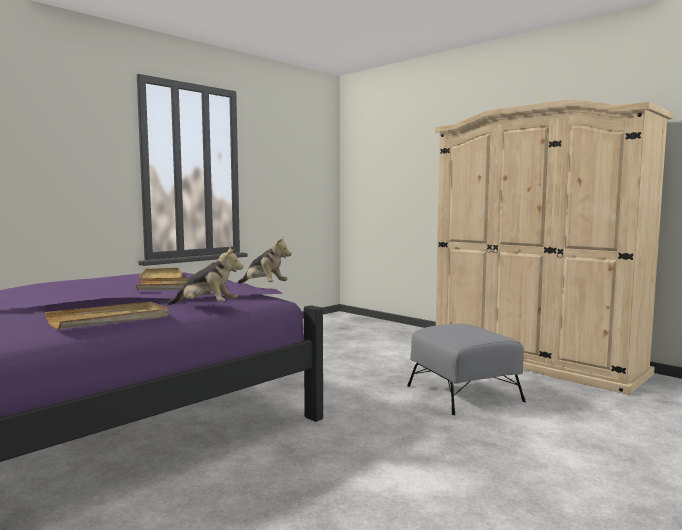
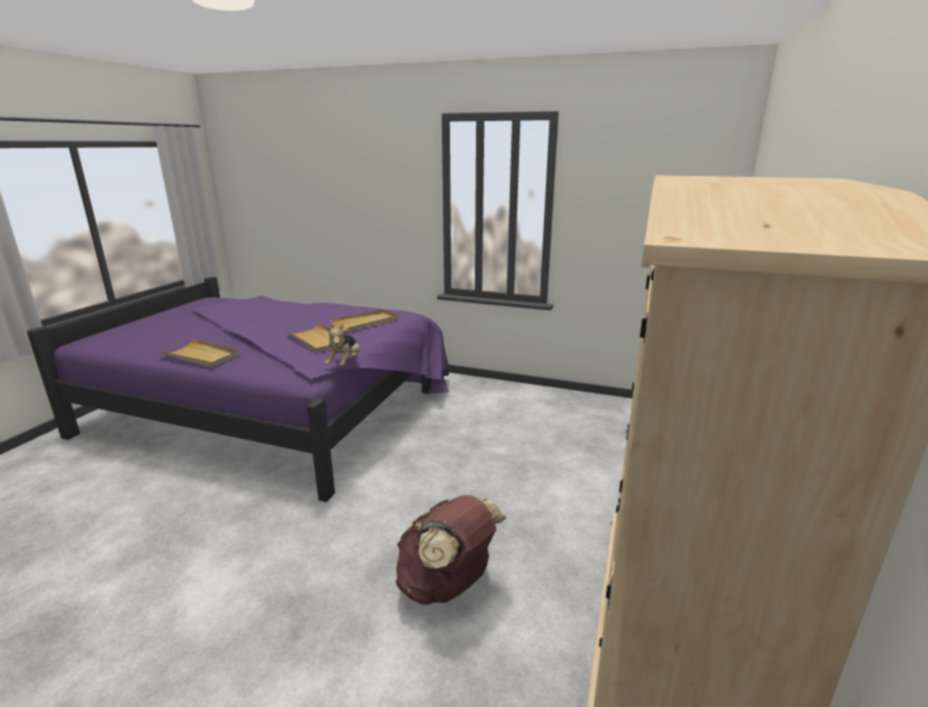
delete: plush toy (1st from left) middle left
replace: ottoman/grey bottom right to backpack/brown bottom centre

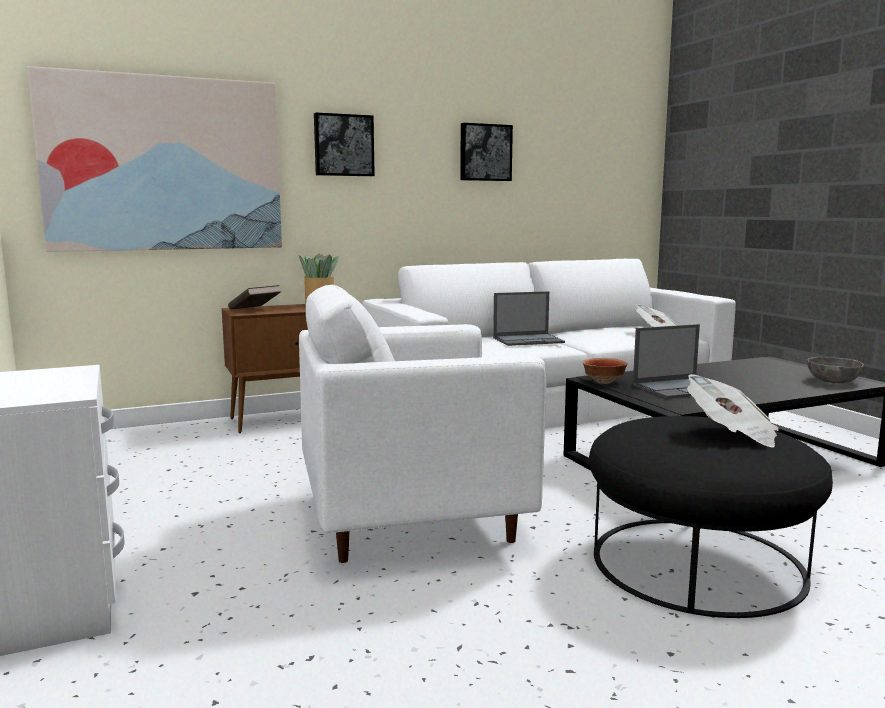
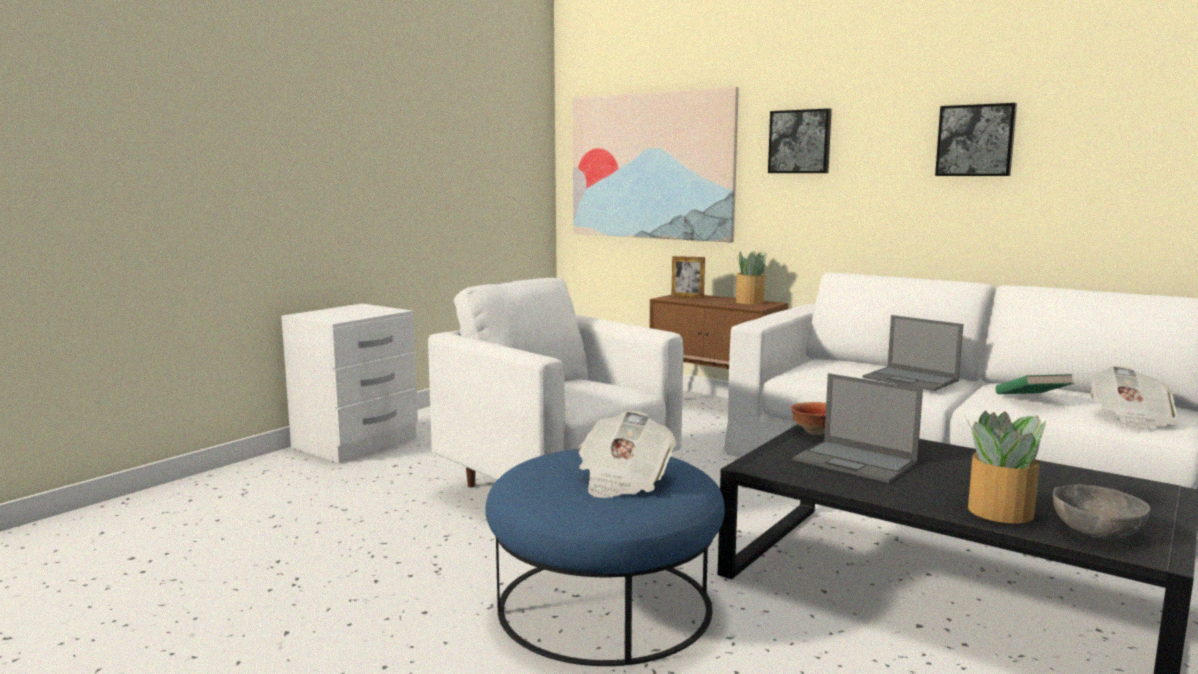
insert: book/green middle right; potted plant (2nd from left) bottom right
replace: book/brown middle left to picture frame centre
recolor: ottoman/black bottom right to ottoman/blue bottom centre

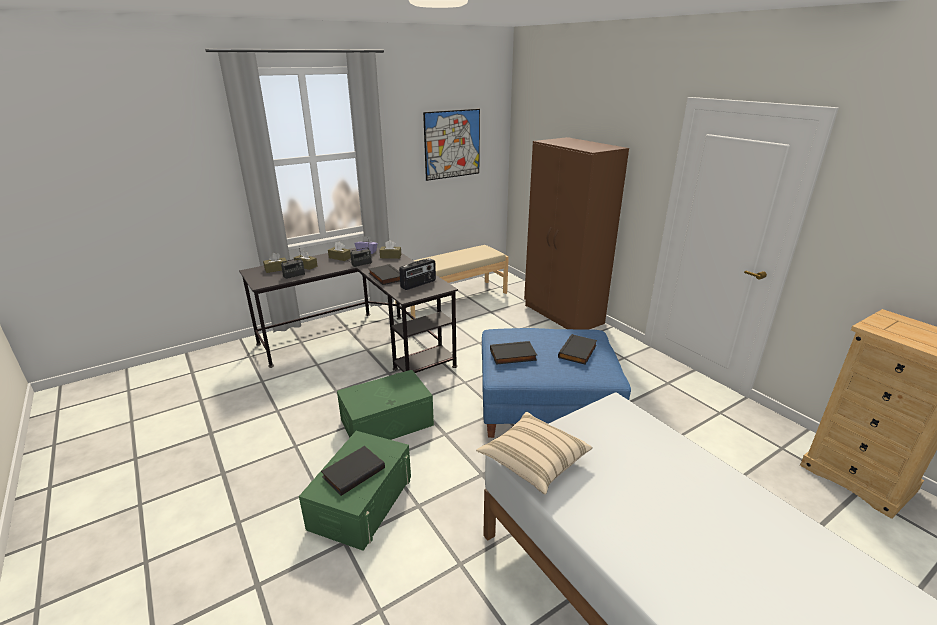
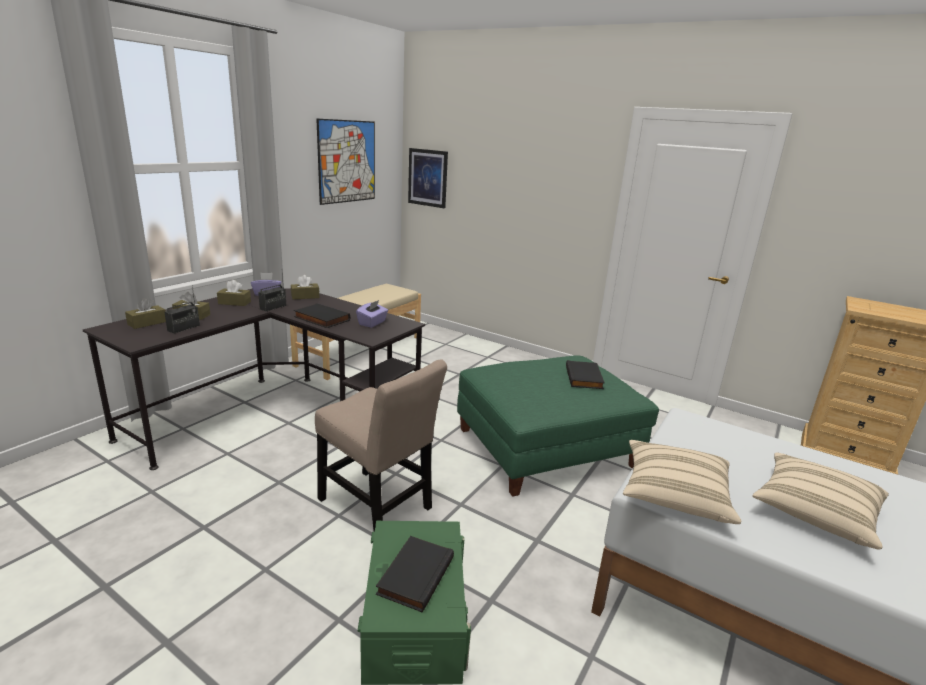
delete: wardrobe/brown centre; book/black (3rd from left) centre
insert: picture (2nd from left) top centre; pillow/beige (2nd from left) bottom right
replace: radio (3rd from left) centre to tissue box/purple (2nd from left) centre; storage box/green (2nd from left) centre to chair/beige centre
recolor: ottoman/blue centre to ottoman/green centre

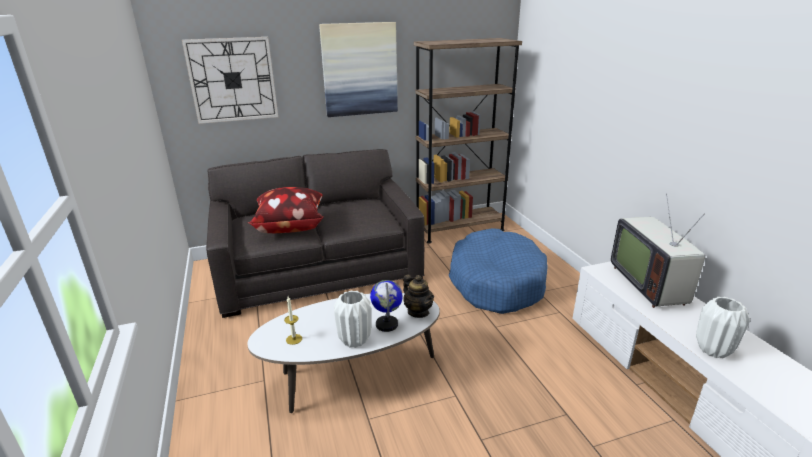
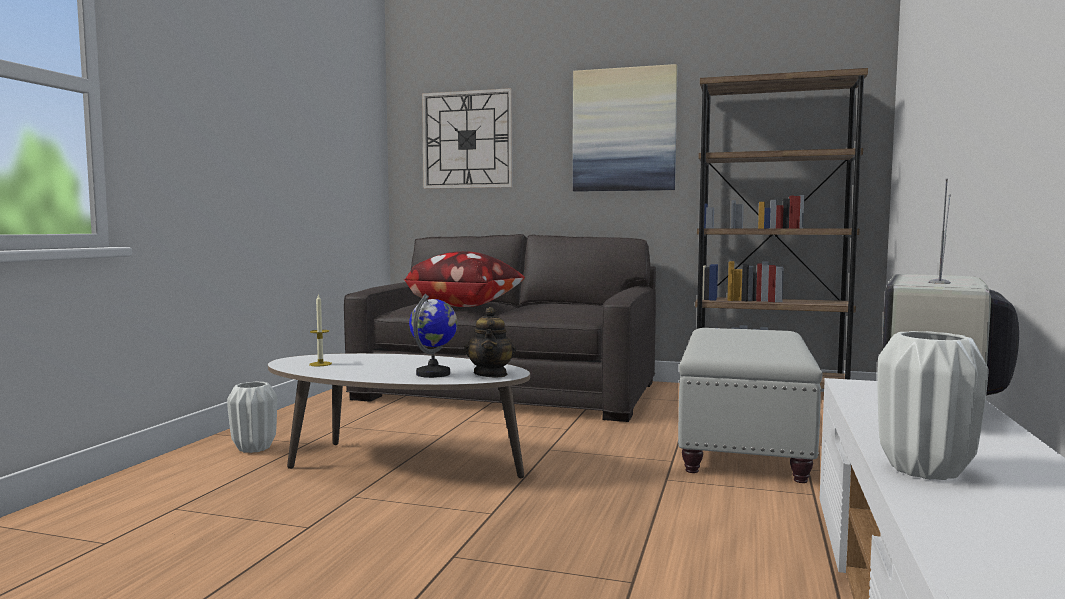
move: vase/white (1st from left) bottom centre to bottom left
replace: dog bed/blue centre to ottoman/white bottom right

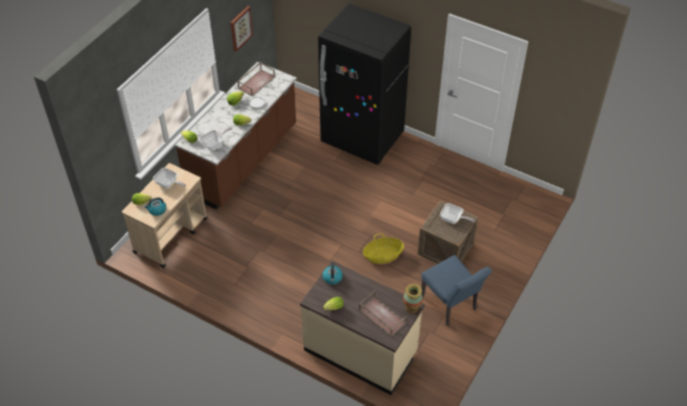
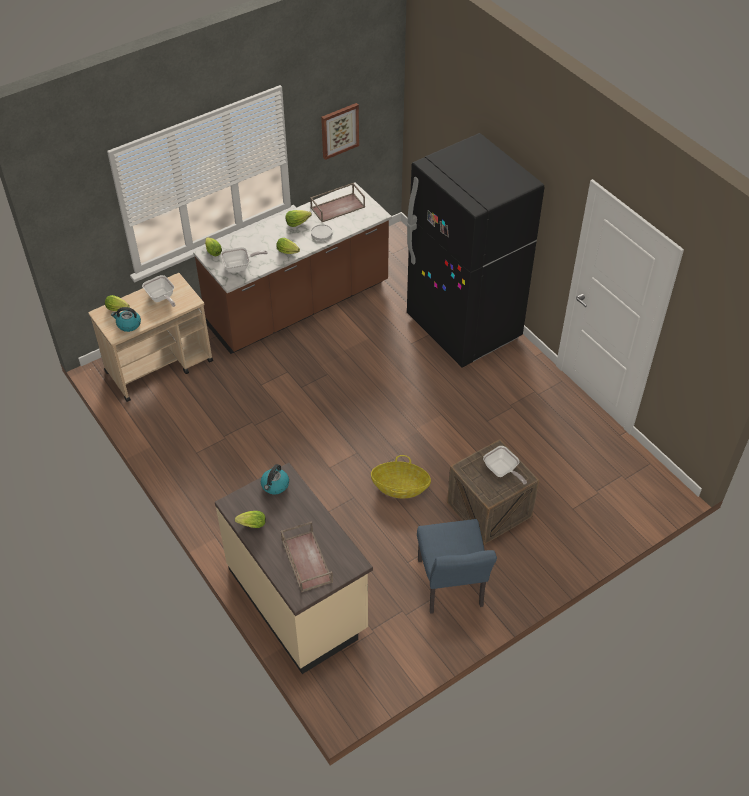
delete: vase bottom centre

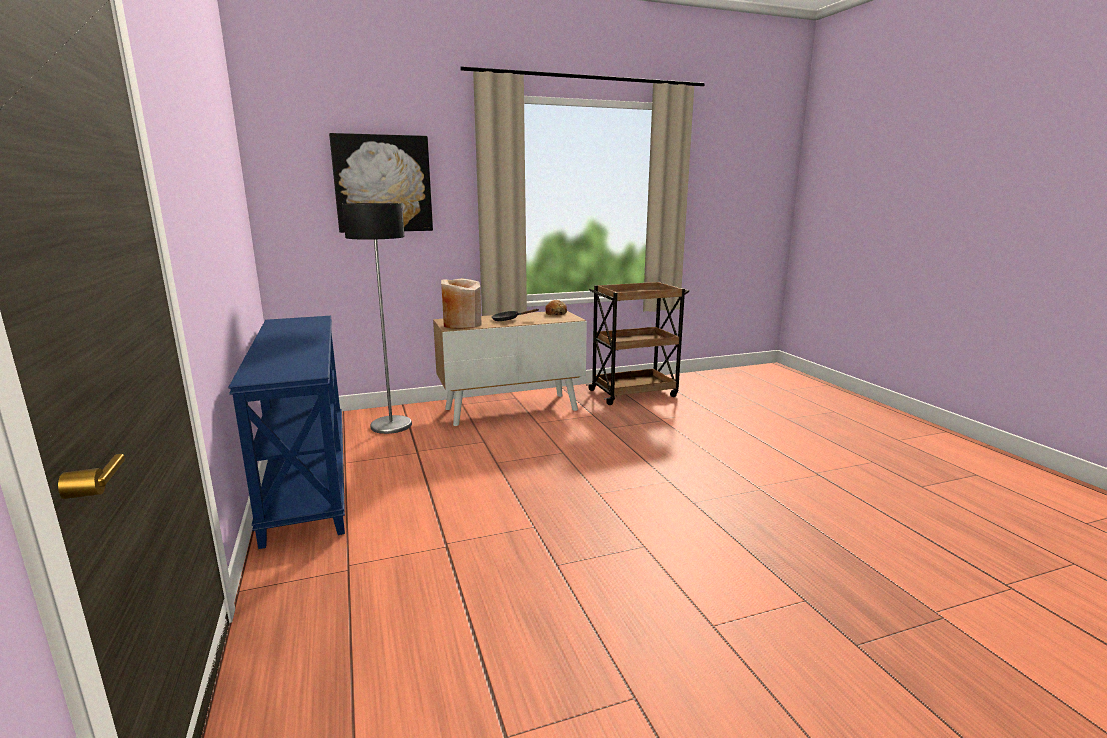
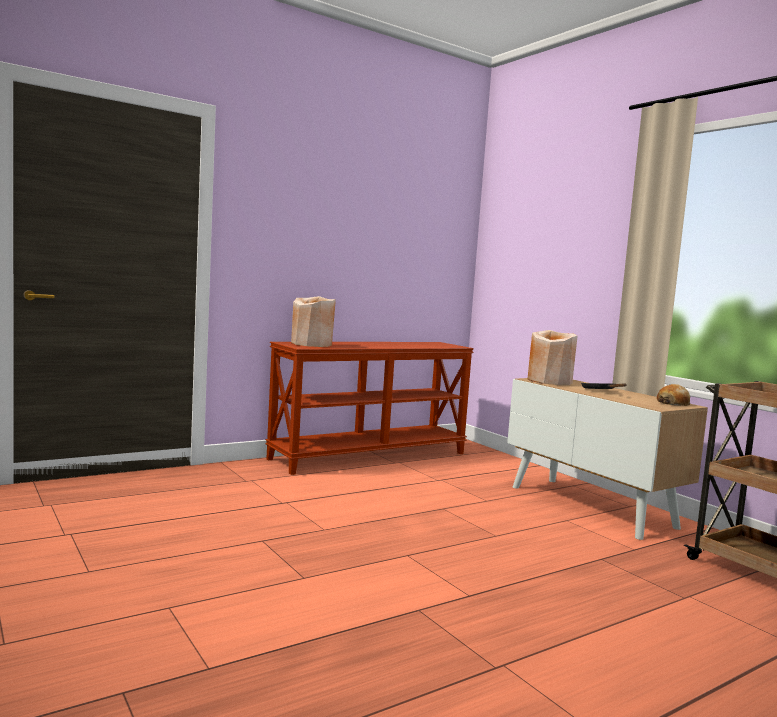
delete: picture top centre; floor lamp centre
insert: vase/beige (1st from left) centre
recolor: console table/blue middle left to console table/brown centre

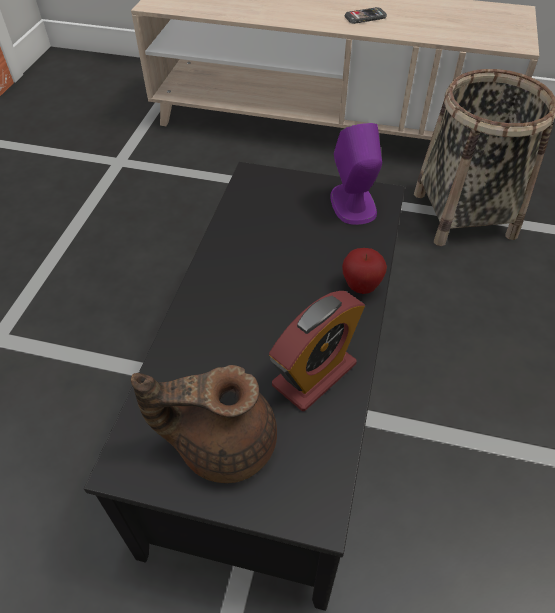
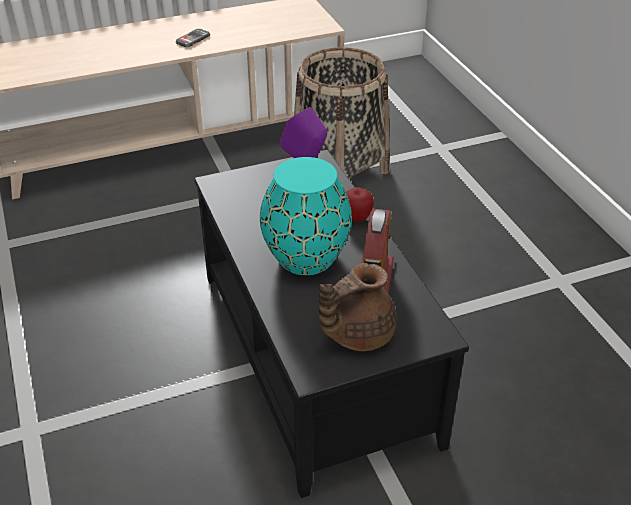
insert: vase/turquoise centre

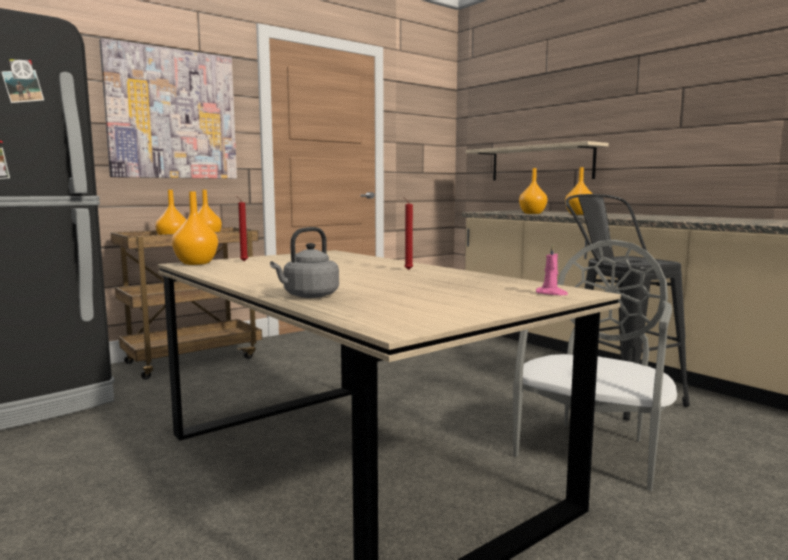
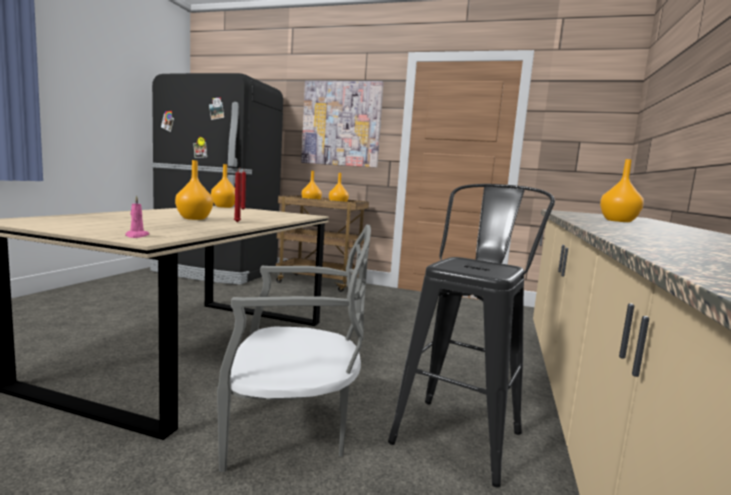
delete: shelf/beige top right; kettle/grey centre
move: vase/orange (4th from left in the first image) middle right to vase/orange (1st from left) middle left

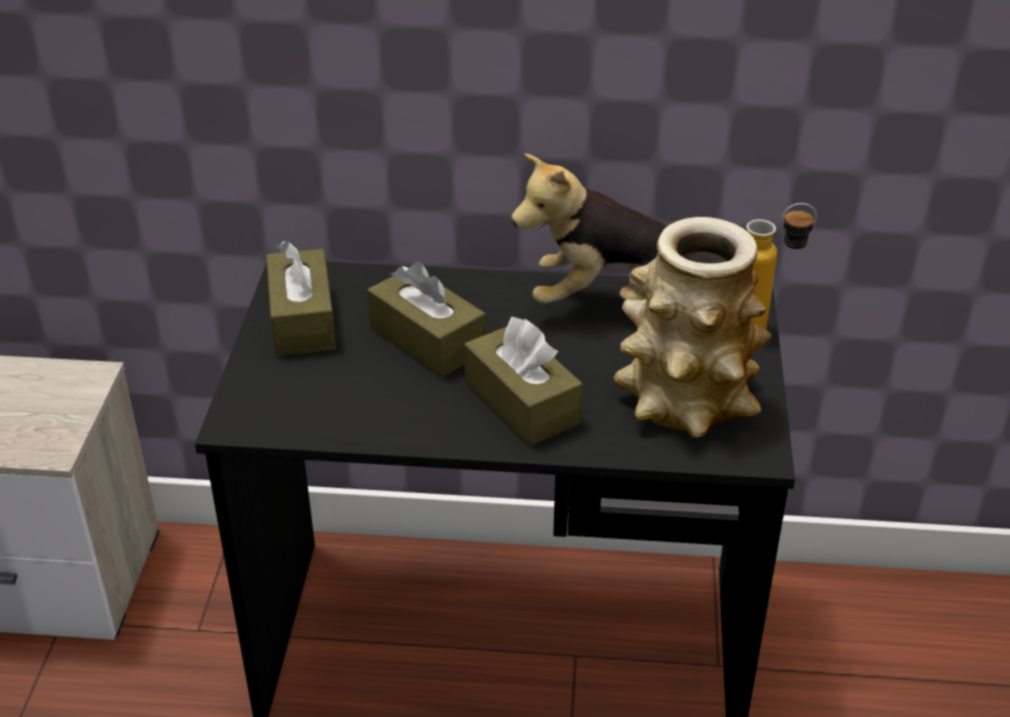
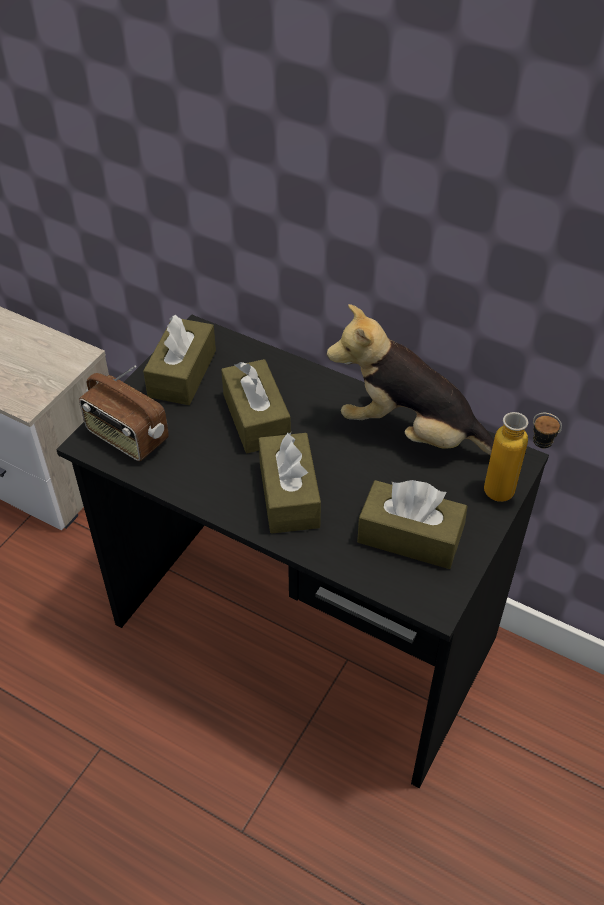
insert: radio middle left
replace: vase middle right to tissue box/brown (4th from left) middle right

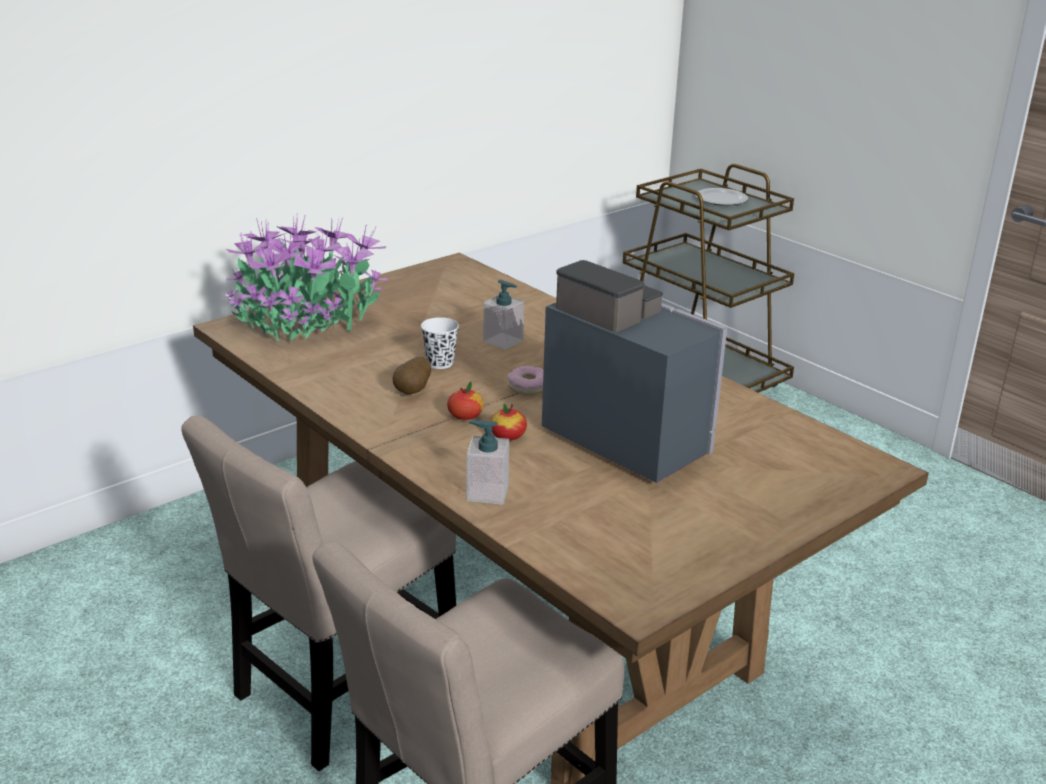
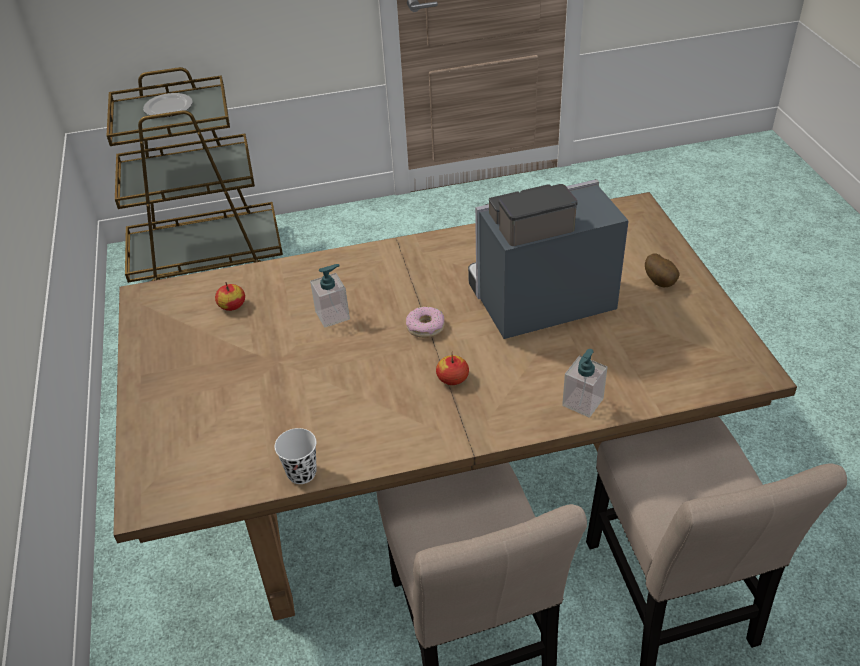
delete: potted plant middle left
move: cup/white centre to bottom centre; potato centre to middle right; apple (2nd from left in the first image) centre to apple (1st from left) middle left

